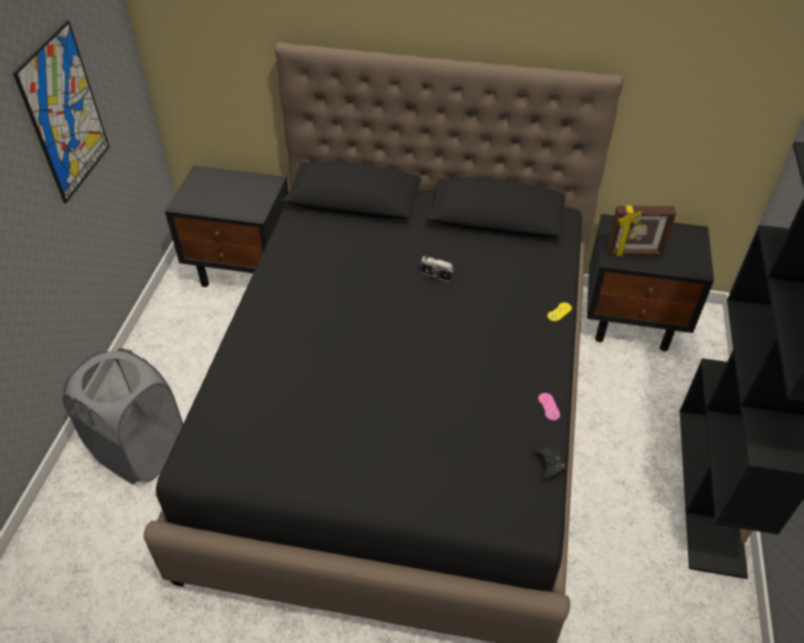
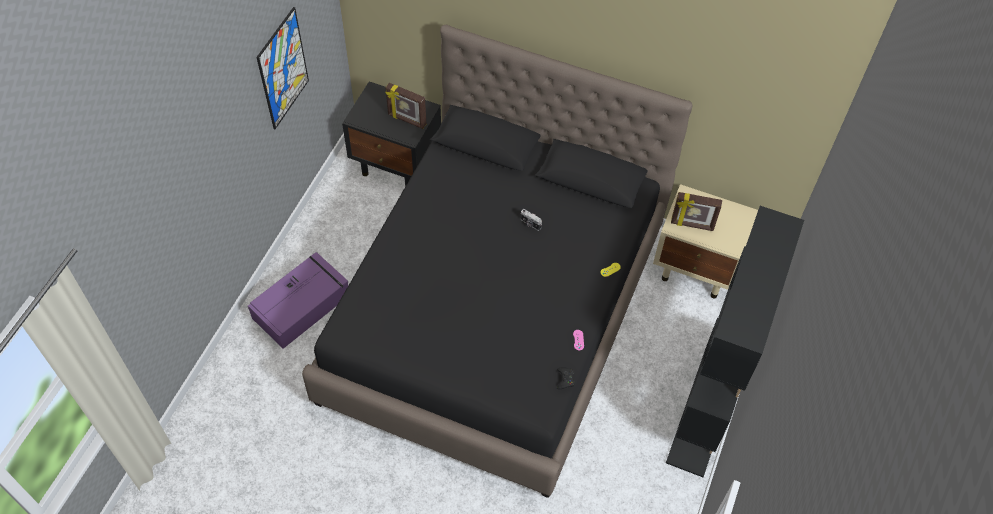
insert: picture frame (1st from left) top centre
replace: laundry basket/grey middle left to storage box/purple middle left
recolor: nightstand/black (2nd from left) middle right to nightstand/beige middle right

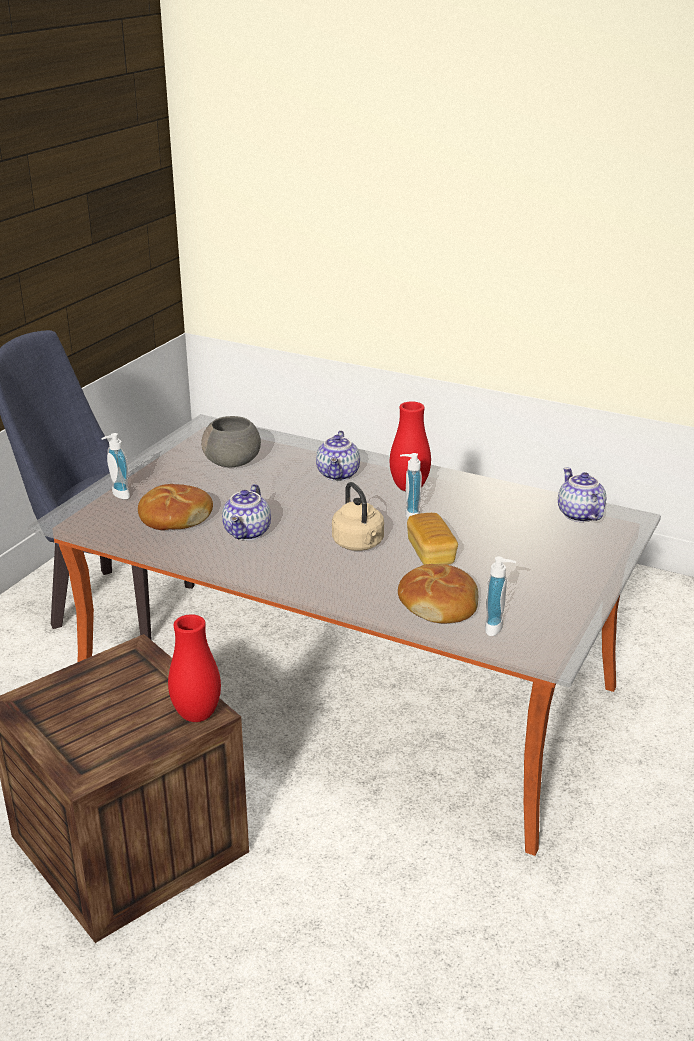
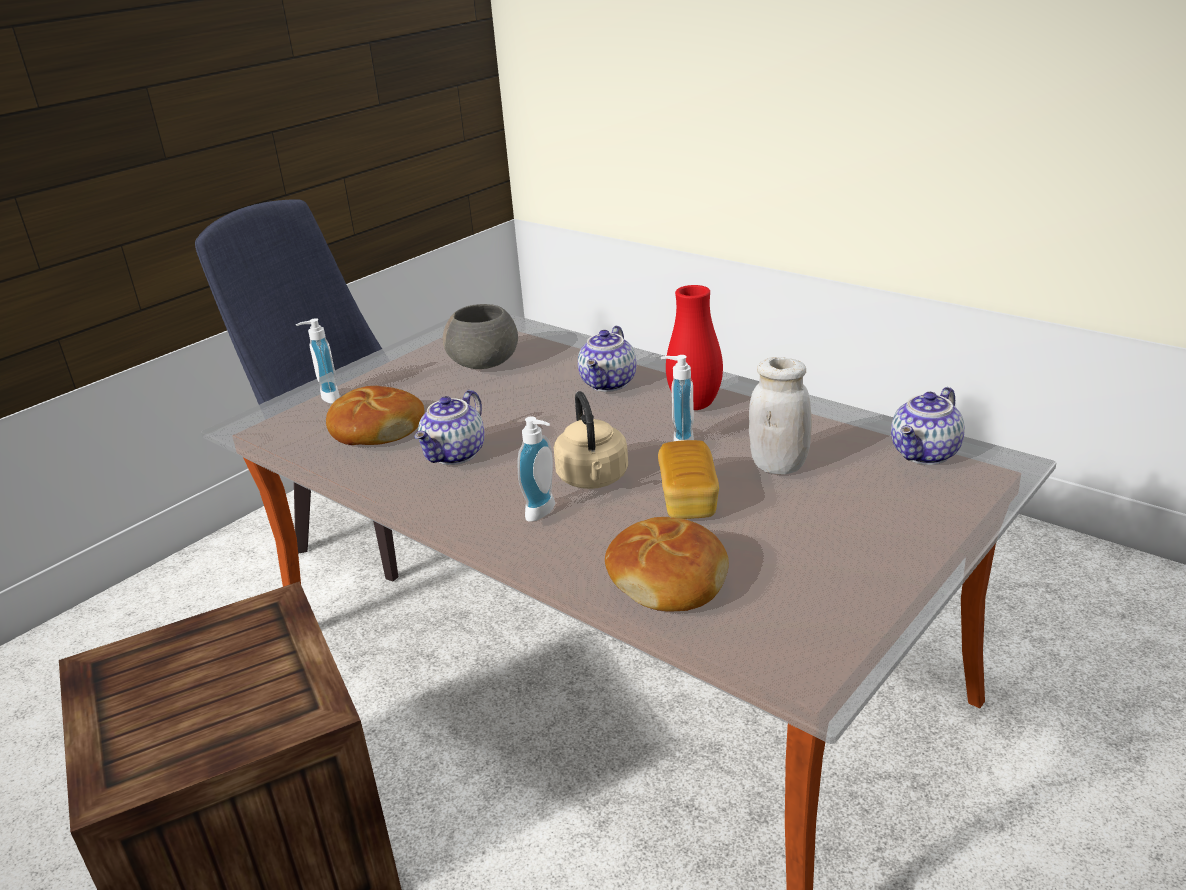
delete: vase/red (1st from left) middle left
insert: jar/white centre
move: soap dispenser (3rd from left in the first image) middle right to soap dispenser (2nd from left) centre
rotate: teapot (3rd from left) middle right = middle right 135 degrees counterclockwise

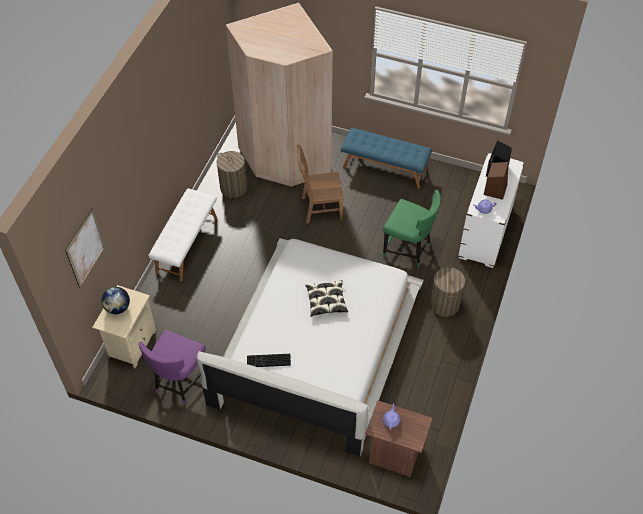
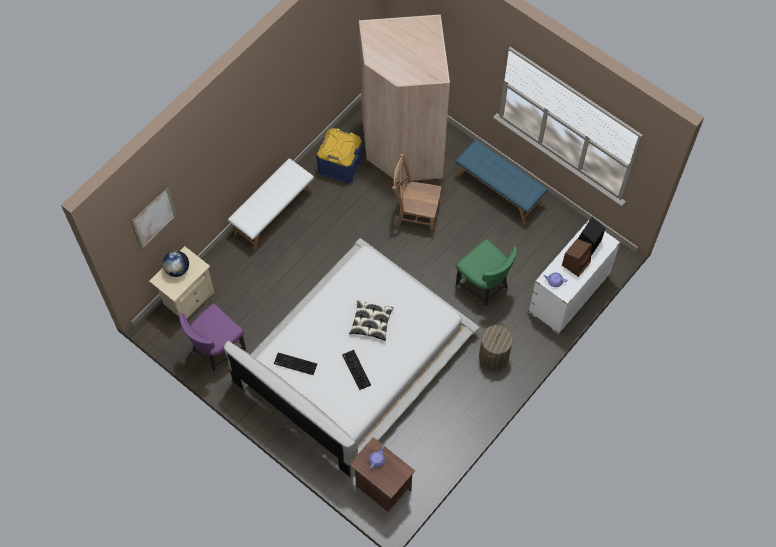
insert: keyboard (2nd from left) bottom centre
replace: laundry basket (1st from left) centre to storage box/blue top centre

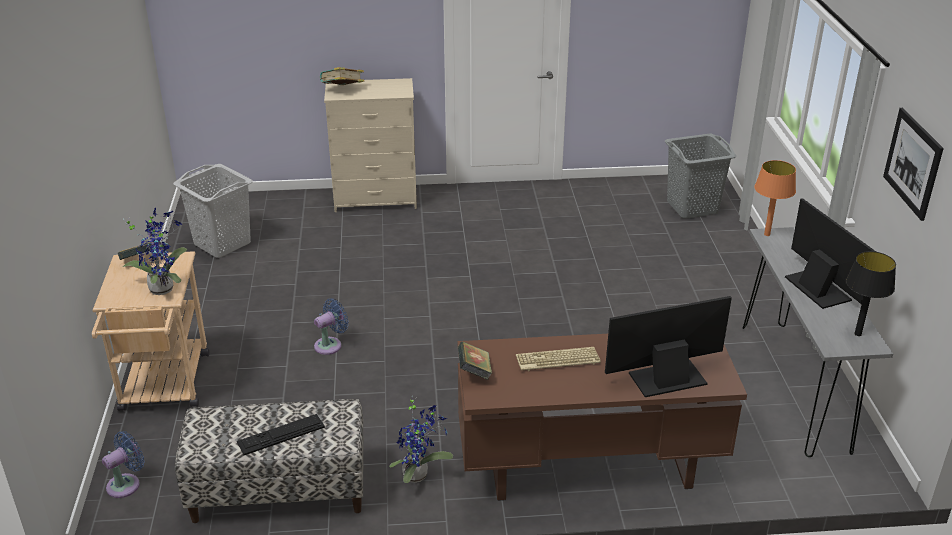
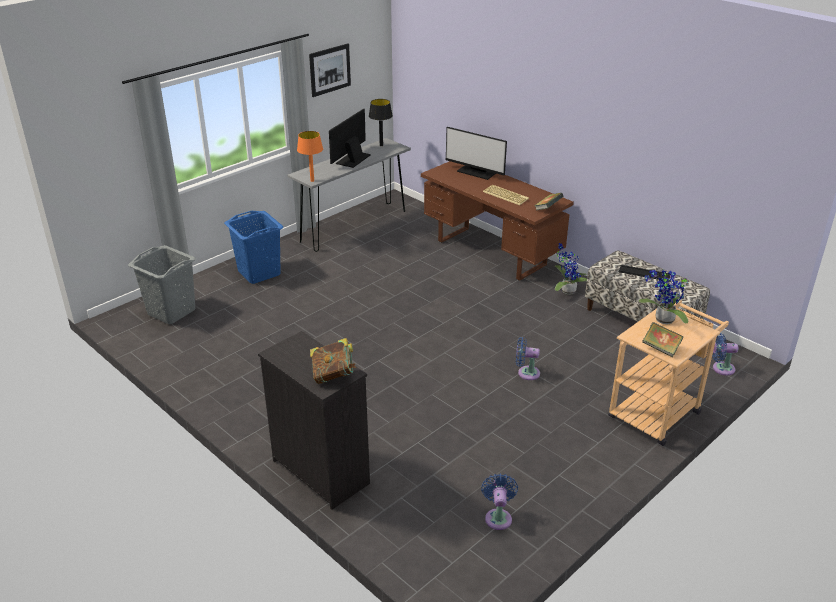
insert: laundry basket/blue middle left
replace: laundry basket/grey (1st from left) middle left to fan/blue (1st from left) bottom centre
recolor: dresser/beige top centre to dresser/black bottom centre

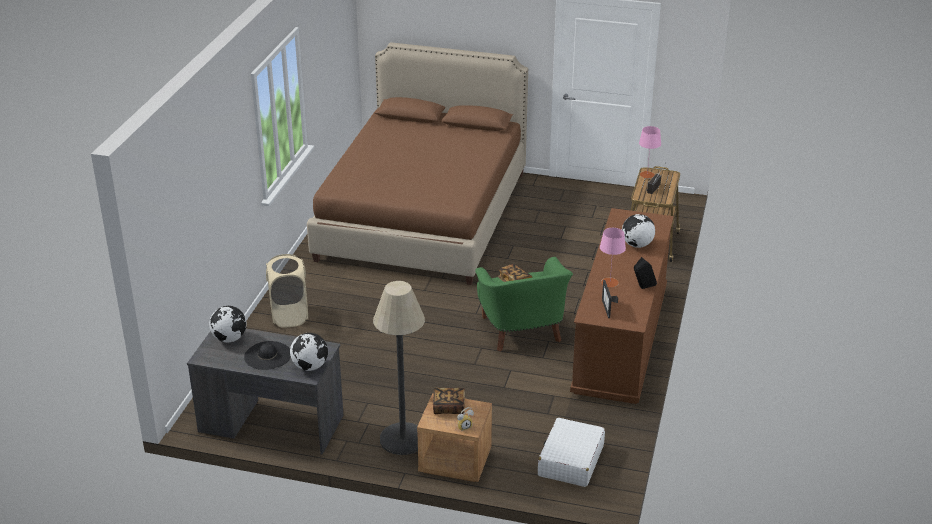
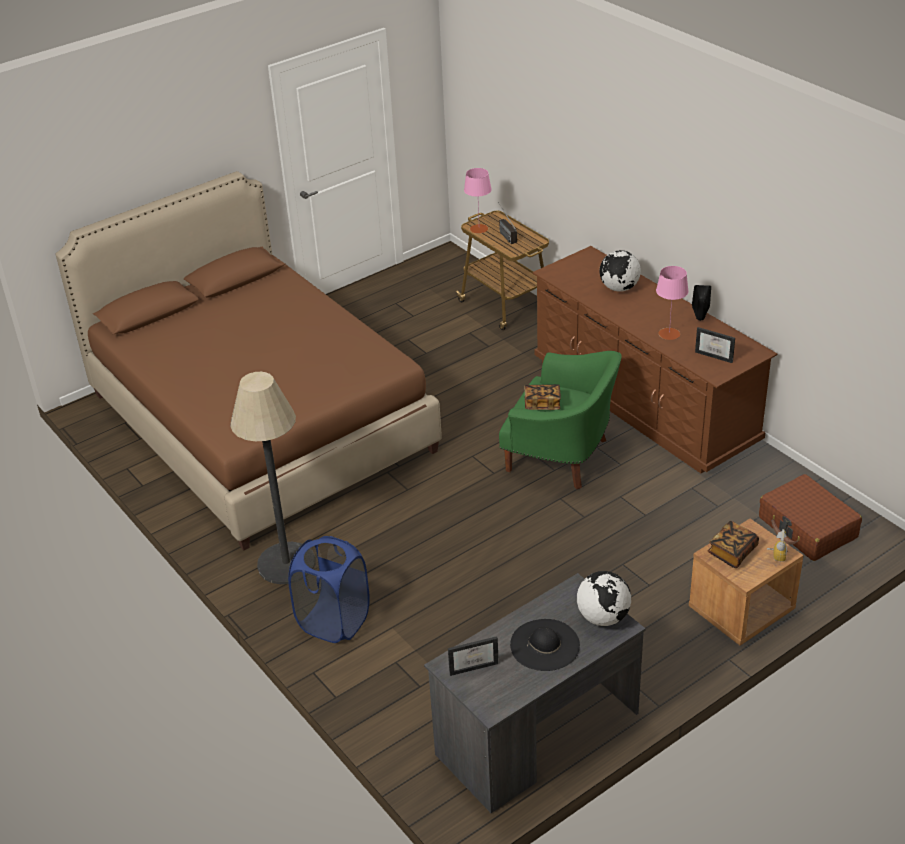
move: floor lamp bottom centre to middle left
replace: globe (1st from left) middle left to picture frame (1st from left) bottom centre
recolor: laundry basket/beige middle left to laundry basket/blue bottom centre; suitcase/white bottom centre to suitcase/brown middle right

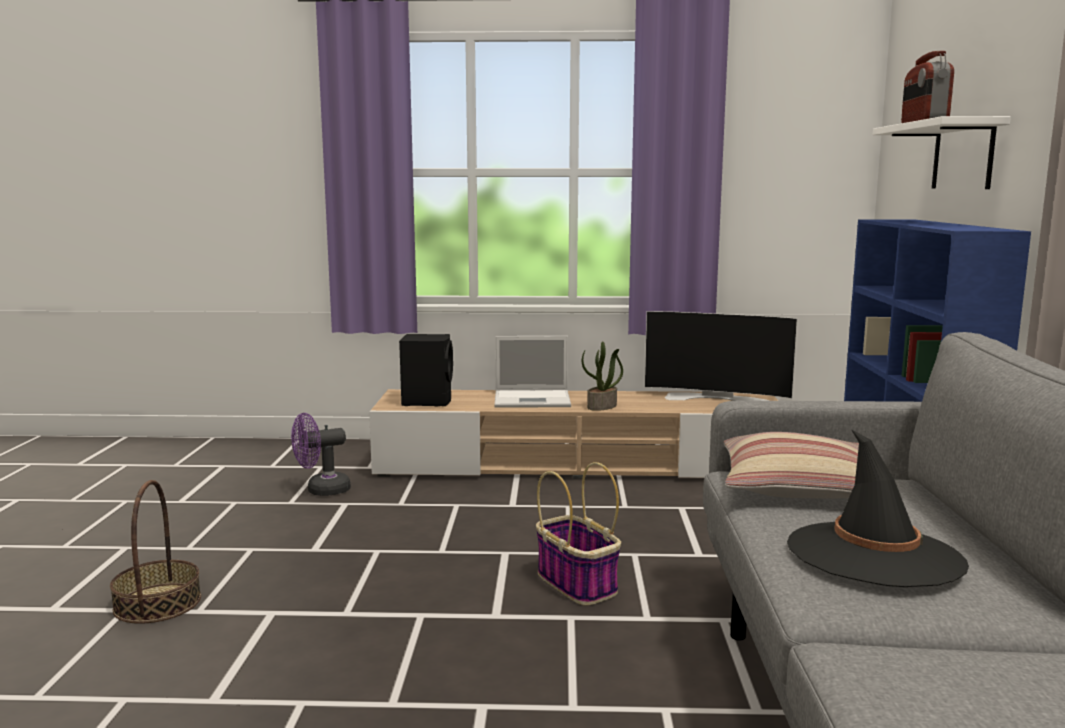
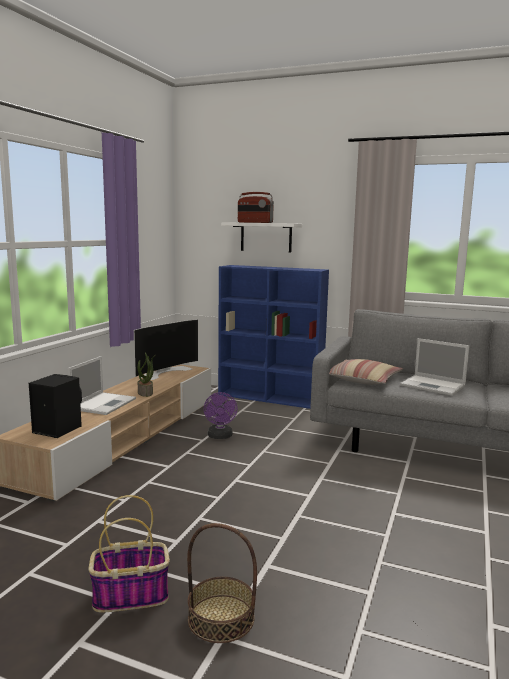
move: fan/purple middle left to centre; basket (2nd from left in the first image) bottom centre to basket (1st from left) bottom left
replace: hat/black bottom right to laptop (2nd from left) middle right

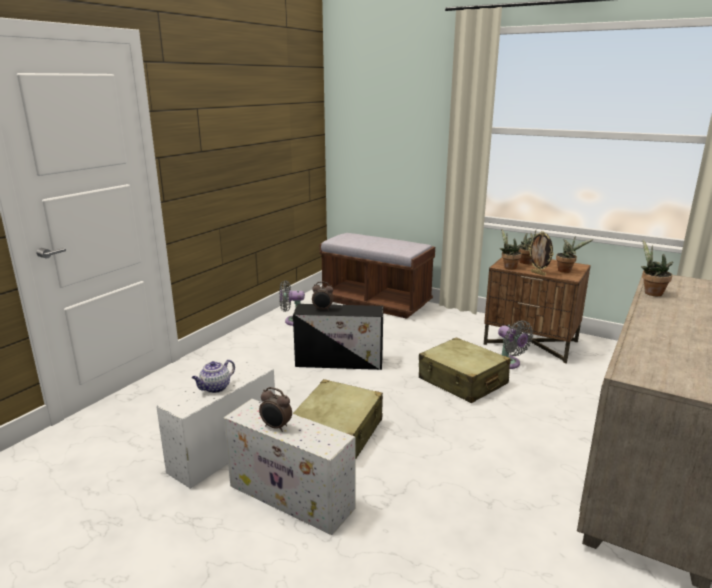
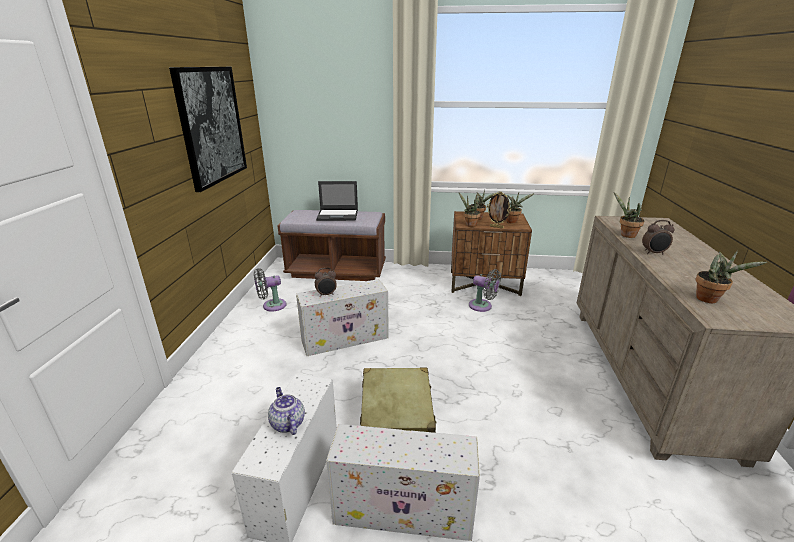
delete: suitcase/beige (2nd from left) centre
insert: picture top left; laptop centre; potted plant (5th from left) middle right
move: alarm clock (1st from left in the first image) bottom centre to alarm clock (2nd from left) middle right
recolor: storage box/black centre to storage box/white (2nd from left) centre
rotate: teapot middle left = bottom centre 135 degrees clockwise

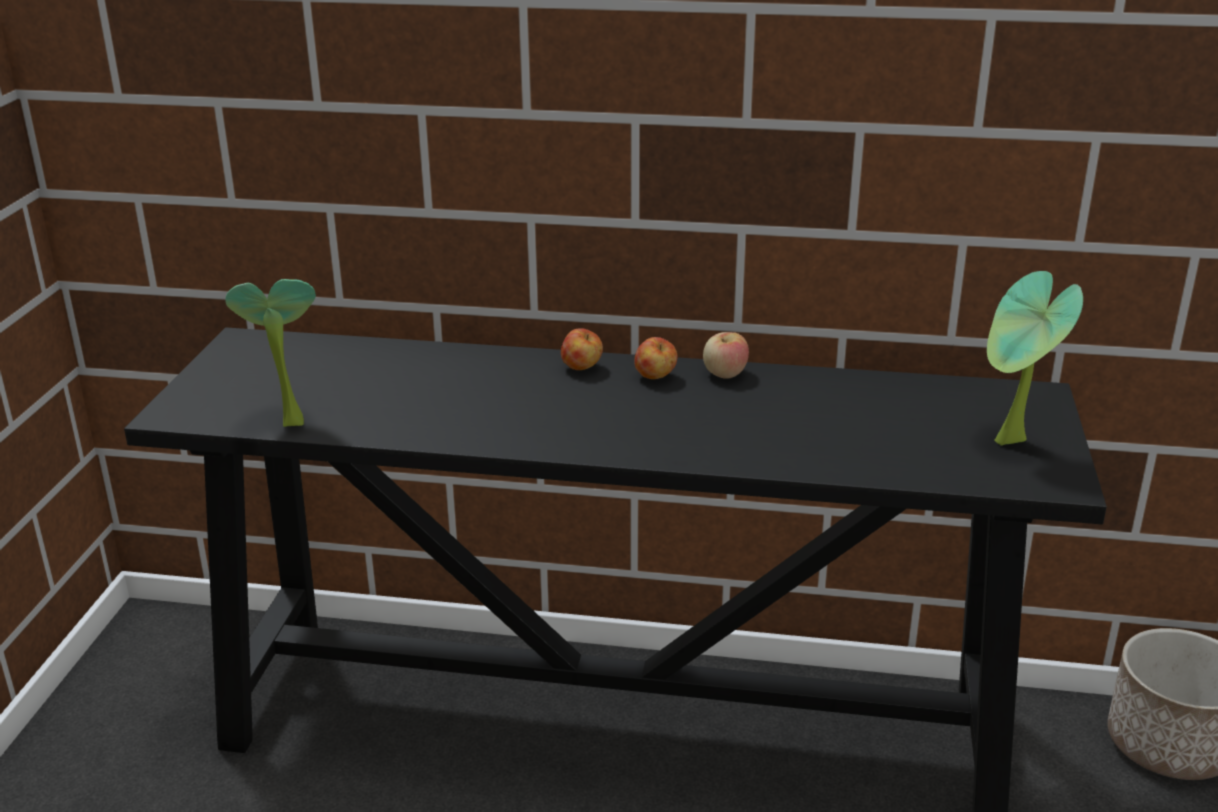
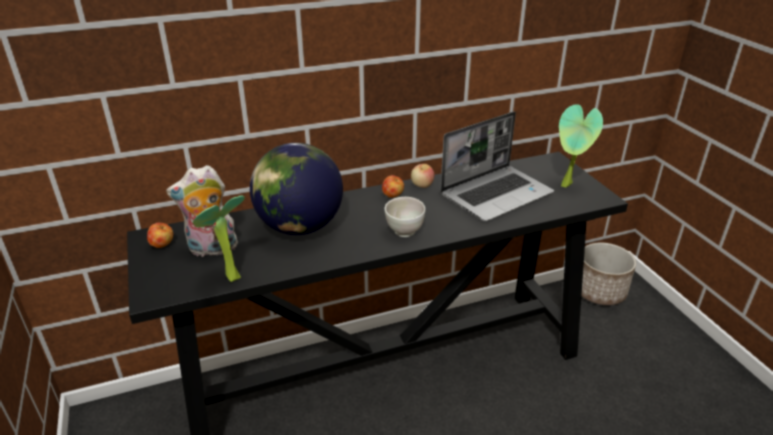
insert: laptop centre; globe centre; plush toy middle left; bowl/white centre
move: apple (1st from left) centre to middle left

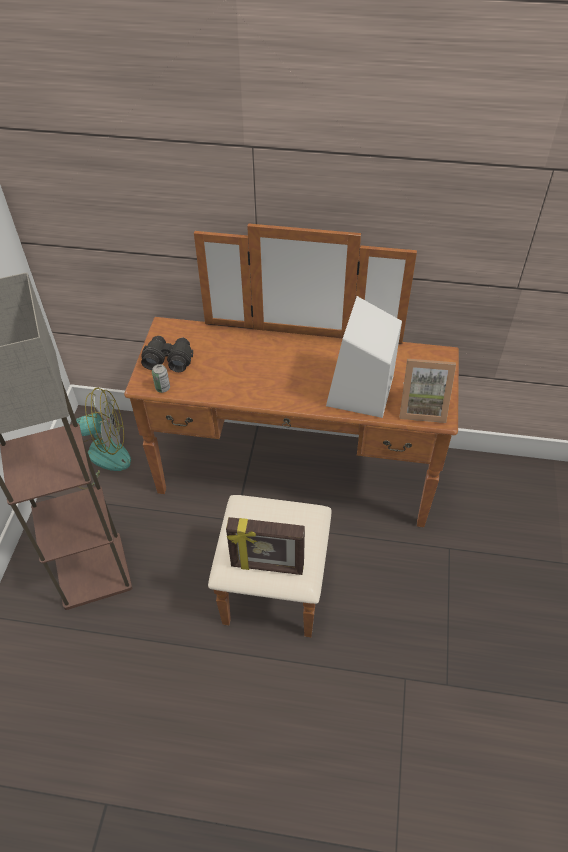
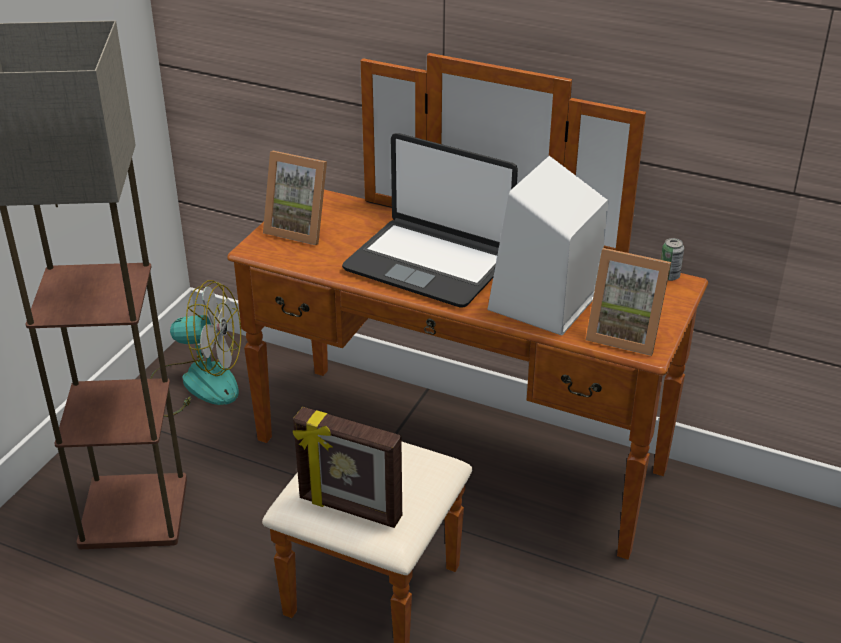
insert: laptop centre
move: can middle left to middle right
replace: binoculars/black middle left to picture frame (1st from left) top centre

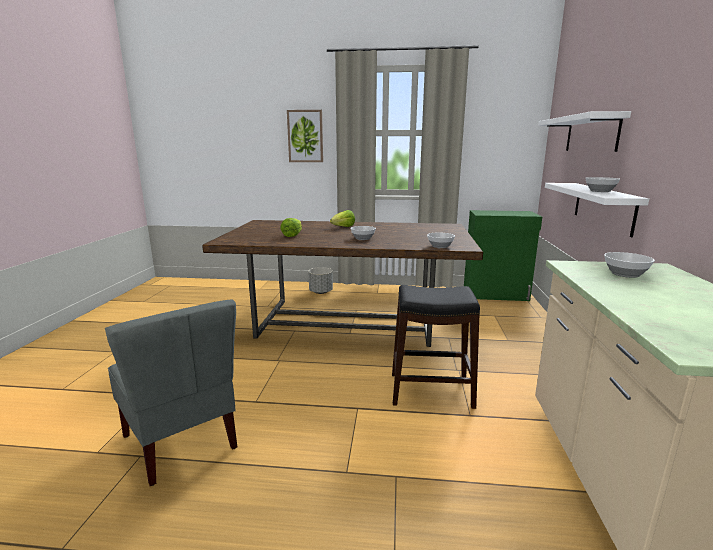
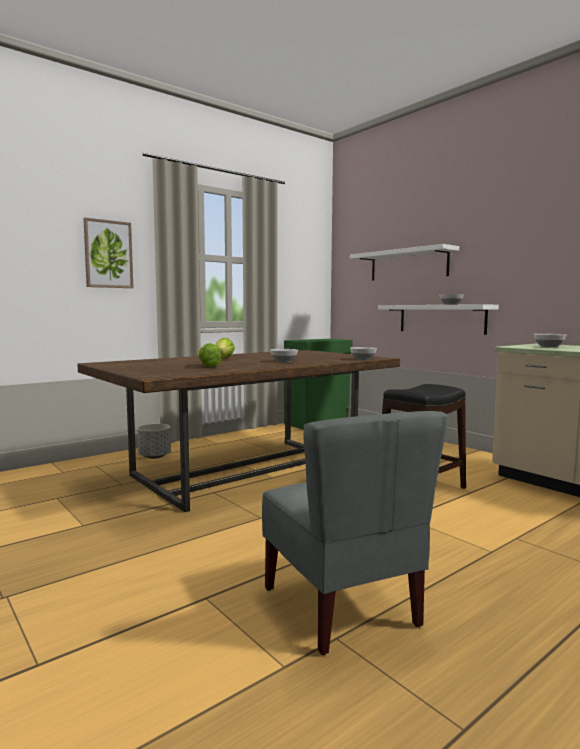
rotate: chair/grey bottom left = bottom centre 60 degrees clockwise

